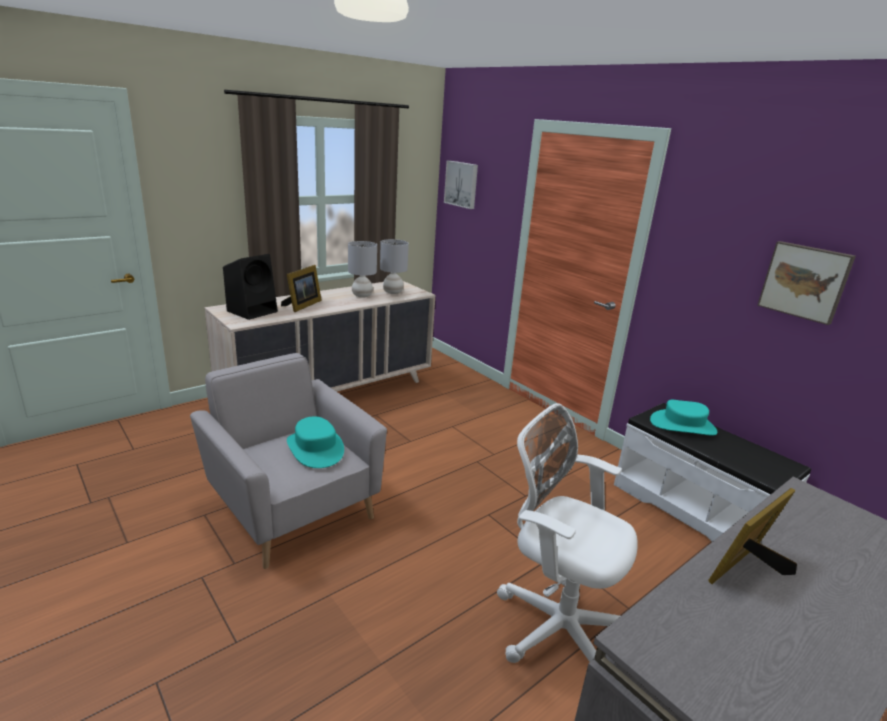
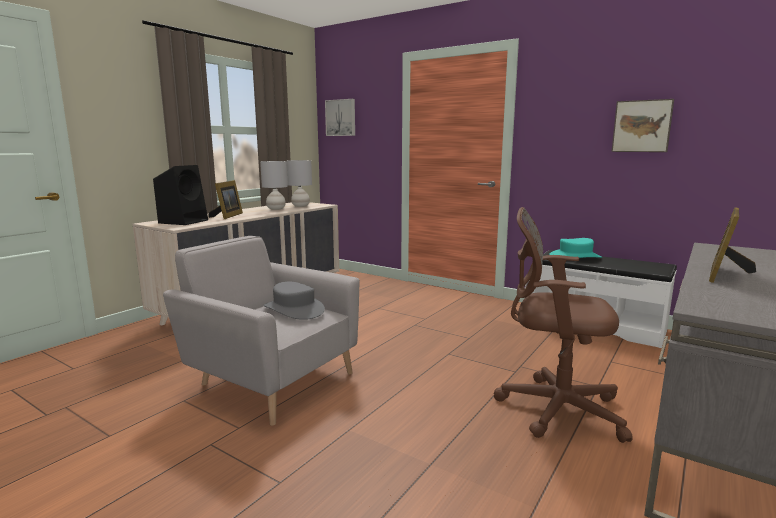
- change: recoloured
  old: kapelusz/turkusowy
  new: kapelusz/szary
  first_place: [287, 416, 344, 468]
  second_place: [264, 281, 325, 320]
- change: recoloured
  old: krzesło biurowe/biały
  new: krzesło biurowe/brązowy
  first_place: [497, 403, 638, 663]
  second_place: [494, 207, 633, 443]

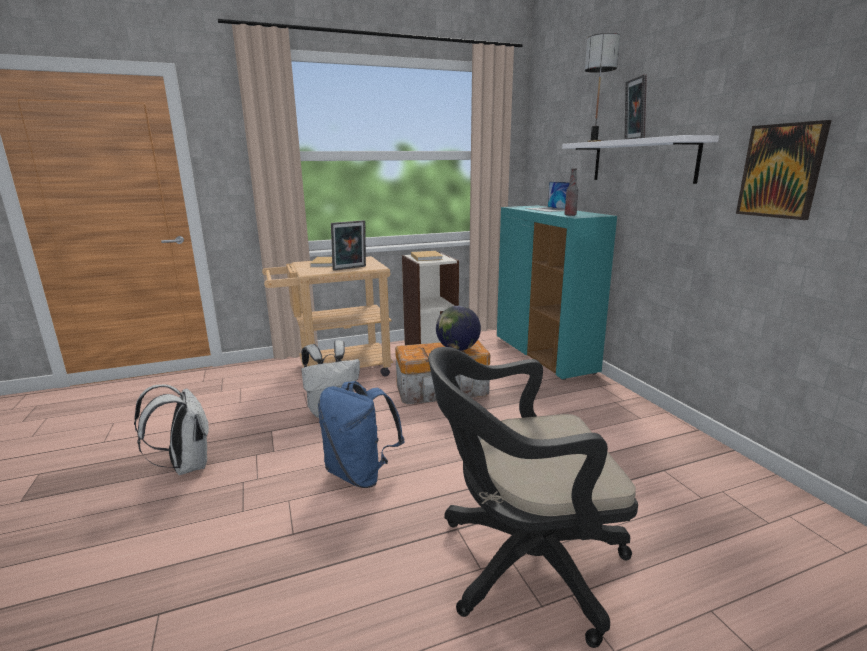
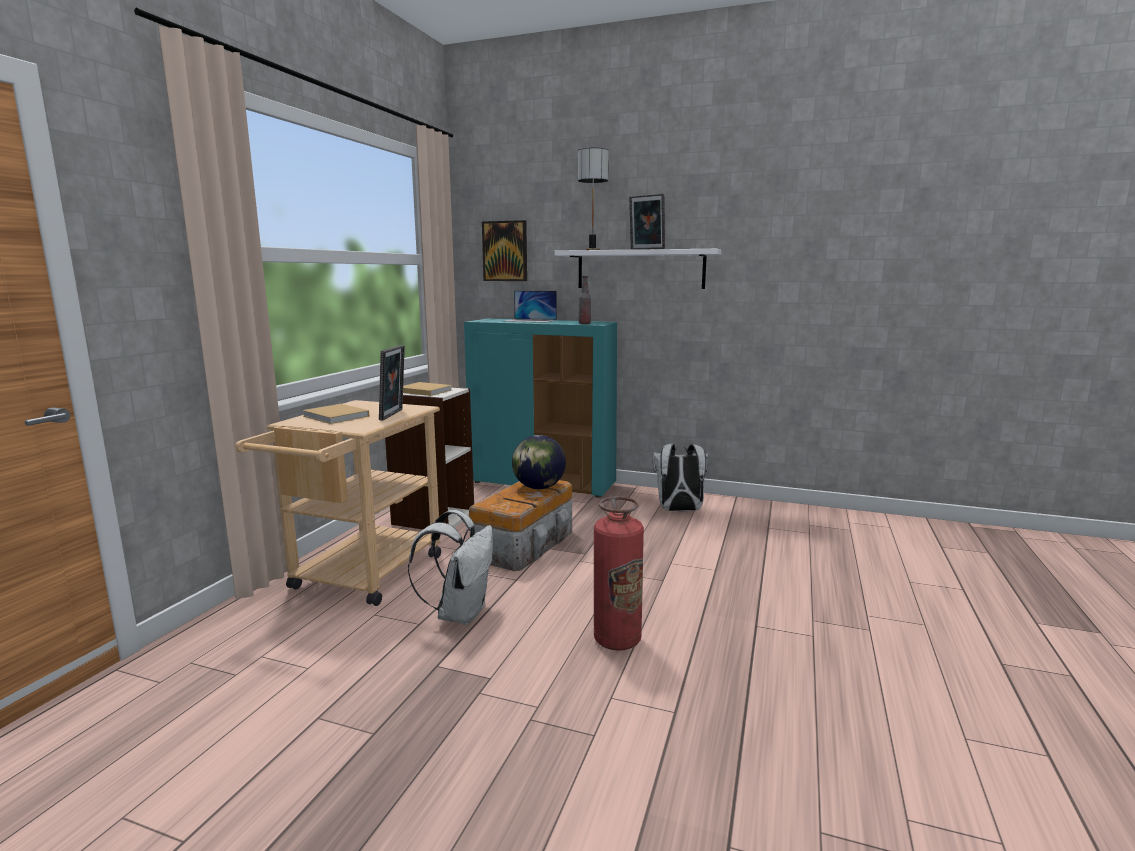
- change: moved
  old: obraz
  first_place: [736, 120, 831, 220]
  second_place: [482, 220, 527, 281]
- change: replaced
  old: plecak/niebieski
  new: gaśnica
  first_place: [318, 381, 404, 488]
  second_place: [594, 496, 644, 651]
- change: moved
  old: plecak/biały
  first_place: [134, 384, 209, 475]
  second_place: [652, 444, 708, 511]
- change: removed
  old: krzesło biurowe/czarny
  first_place: [428, 347, 638, 648]

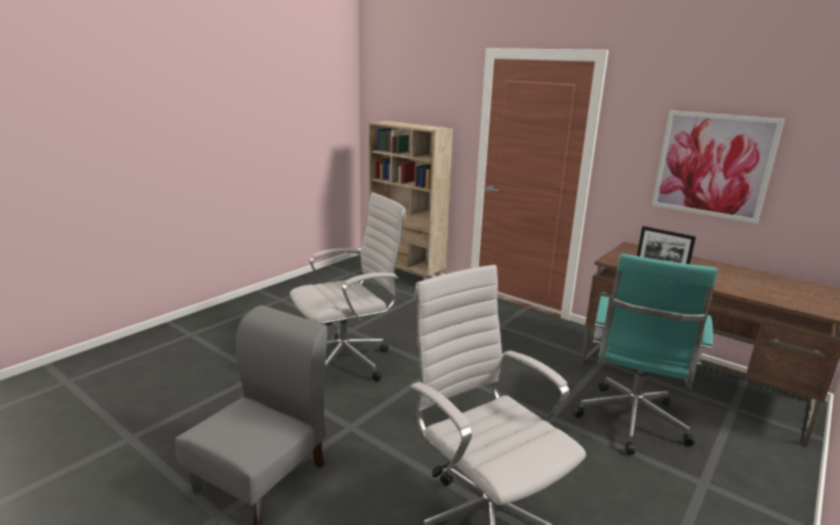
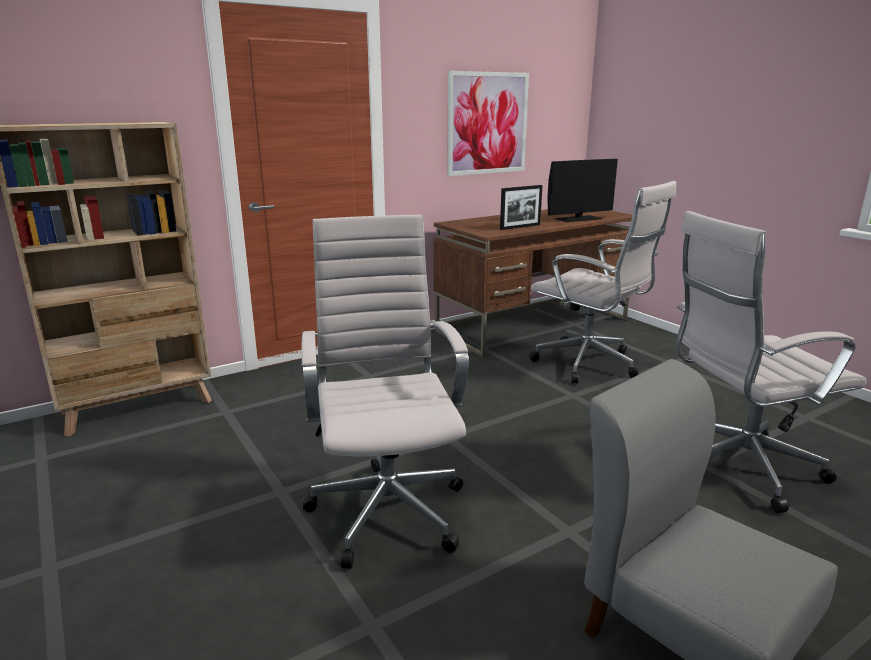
- change: recoloured
  old: krzesło biurowe/turkusowy
  new: krzesło biurowe/biały
  first_place: [573, 253, 717, 455]
  second_place: [529, 181, 677, 384]
- change: added
  new: monitor
  second_place: [548, 159, 618, 222]

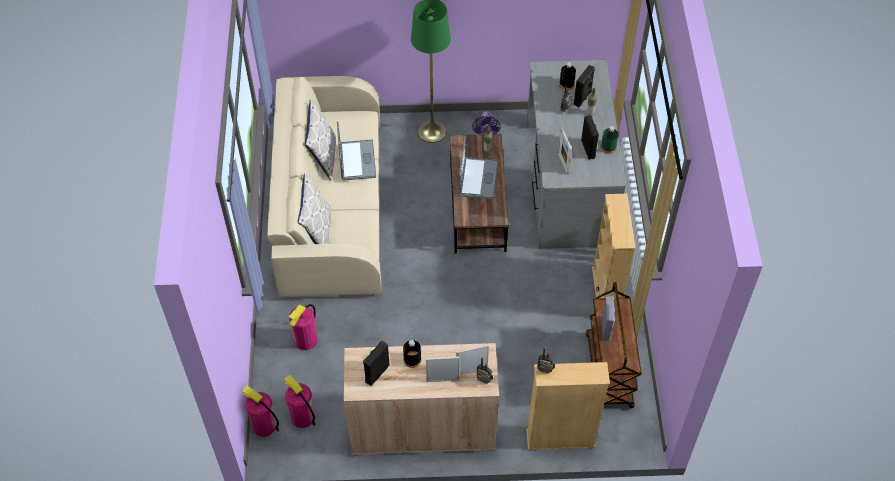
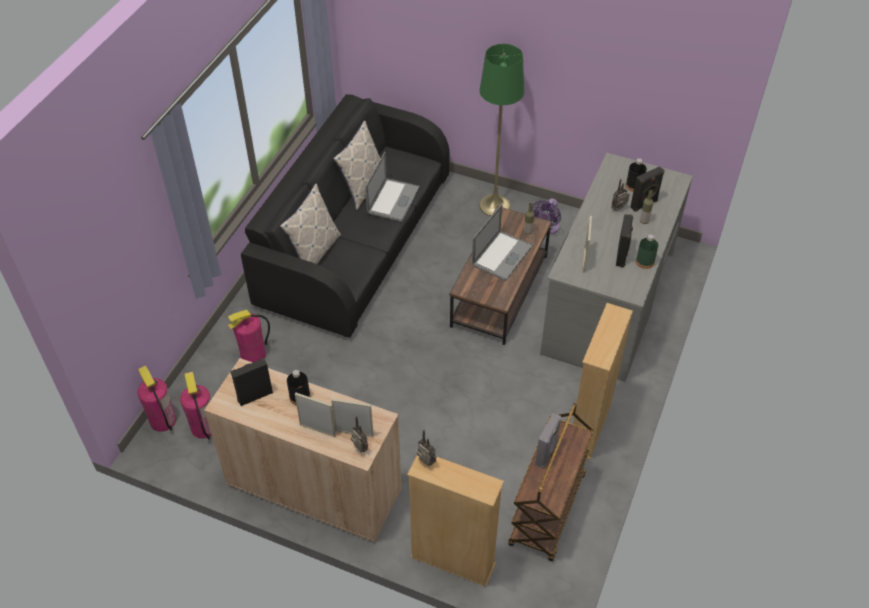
- change: recoloured
  old: kanapa/beżowy
  new: kanapa/czarny
  first_place: [267, 76, 381, 298]
  second_place: [241, 94, 450, 337]

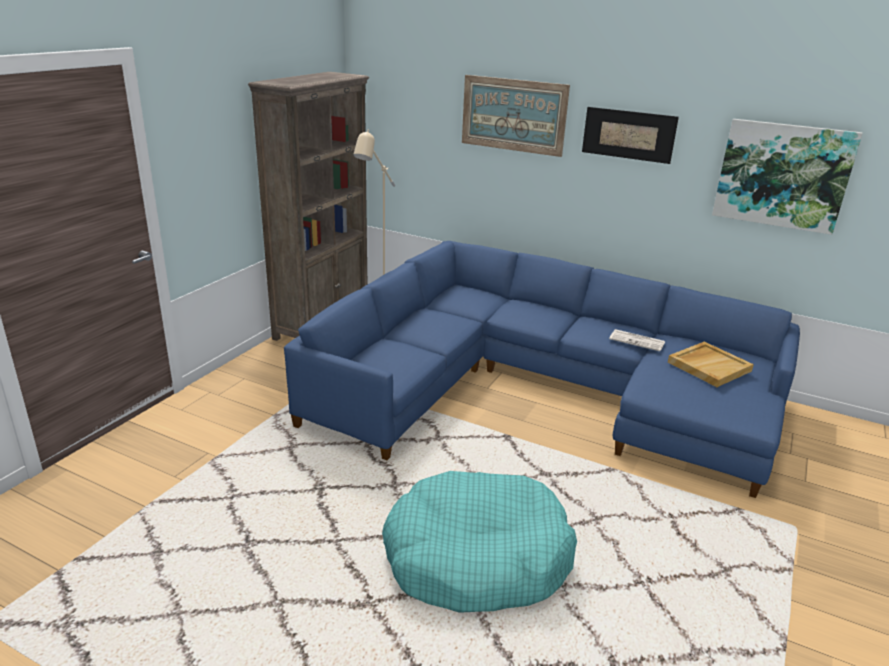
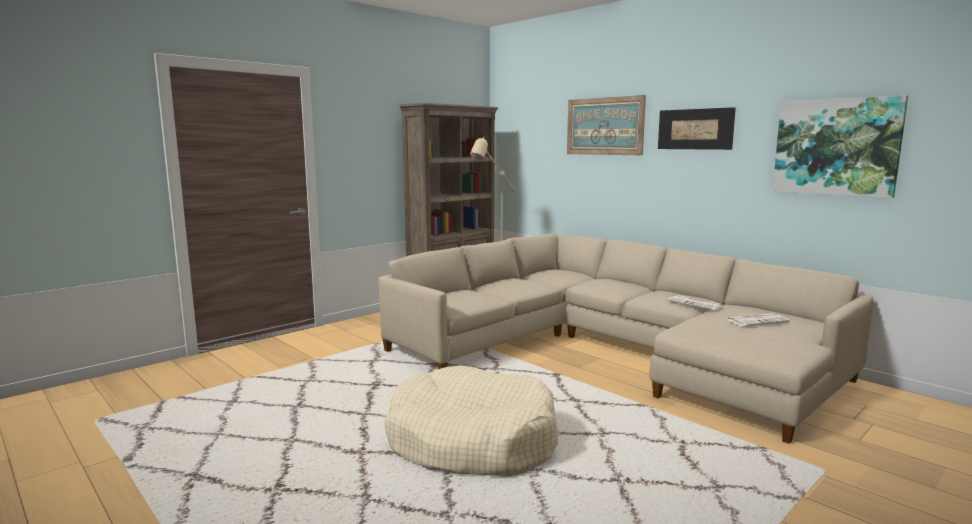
- change: recoloured
  old: kanapa/niebieski
  new: kanapa/beżowy
  first_place: [284, 241, 800, 498]
  second_place: [378, 234, 873, 444]
- change: recoloured
  old: legowisko/turkusowy
  new: legowisko/beżowy
  first_place: [382, 471, 577, 613]
  second_place: [384, 365, 558, 476]
- change: replaced
  old: taca/beżowy
  new: gazeta
  first_place: [668, 342, 754, 387]
  second_place: [725, 313, 790, 327]

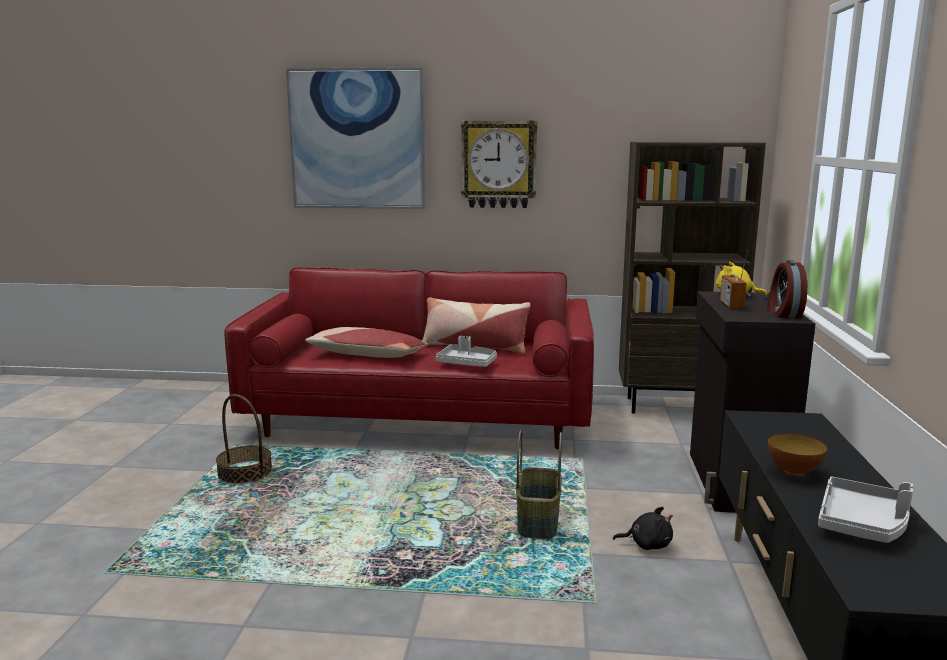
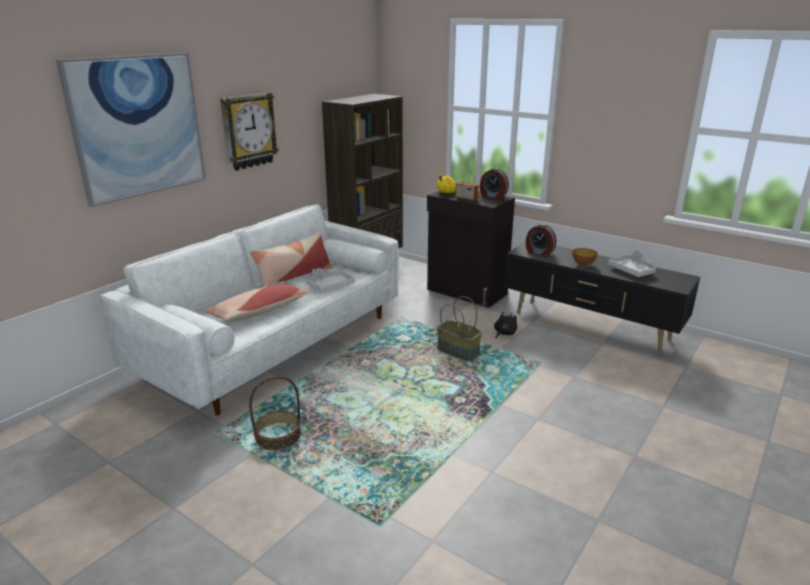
- change: recoloured
  old: kanapa/czerwony
  new: kanapa/biały
  first_place: [224, 267, 594, 449]
  second_place: [98, 204, 399, 416]
- change: added
  new: budzik
  second_place: [526, 224, 556, 257]

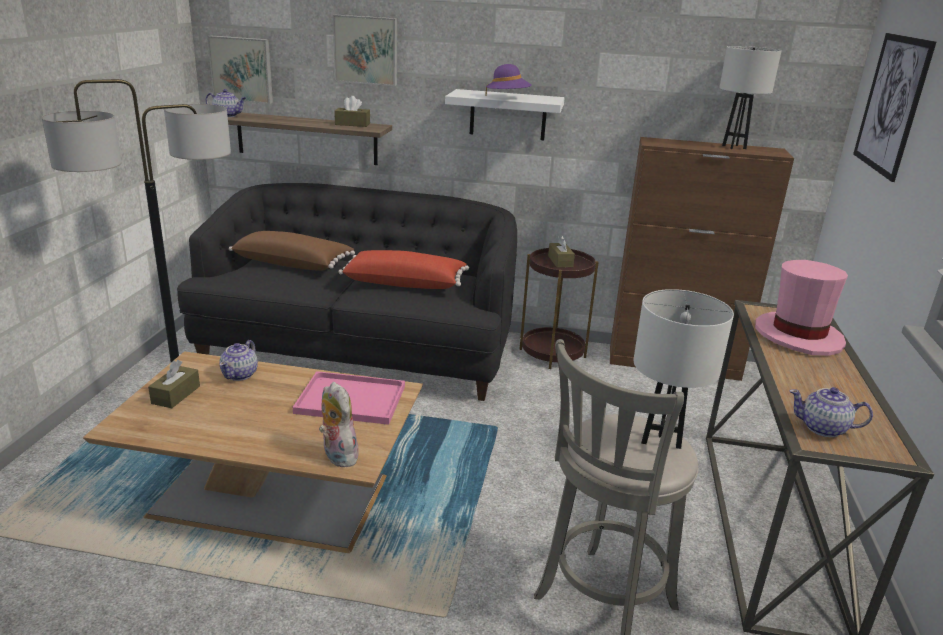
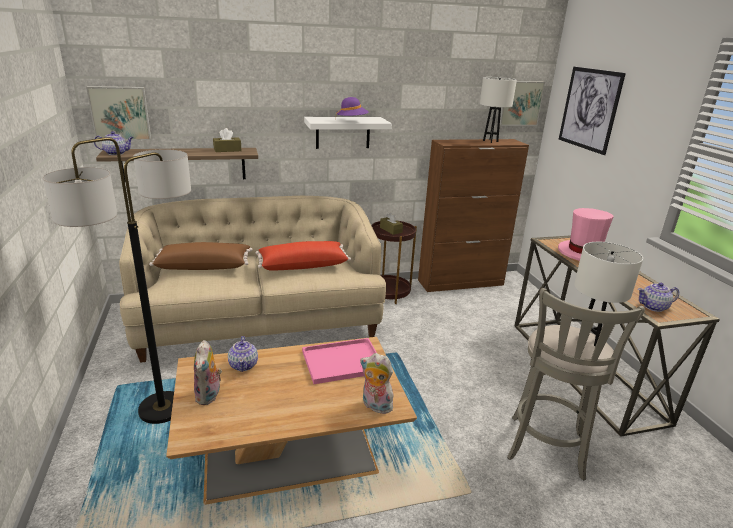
- change: recoloured
  old: kanapa/czarny
  new: kanapa/beżowy
  first_place: [177, 183, 517, 401]
  second_place: [119, 196, 386, 363]
- change: replaced
  old: pudełko chusteczek/brązowy
  new: pluszak
  first_place: [148, 360, 200, 408]
  second_place: [194, 340, 222, 405]
- change: moved
  old: obraz
  first_place: [333, 15, 397, 86]
  second_place: [500, 81, 545, 126]

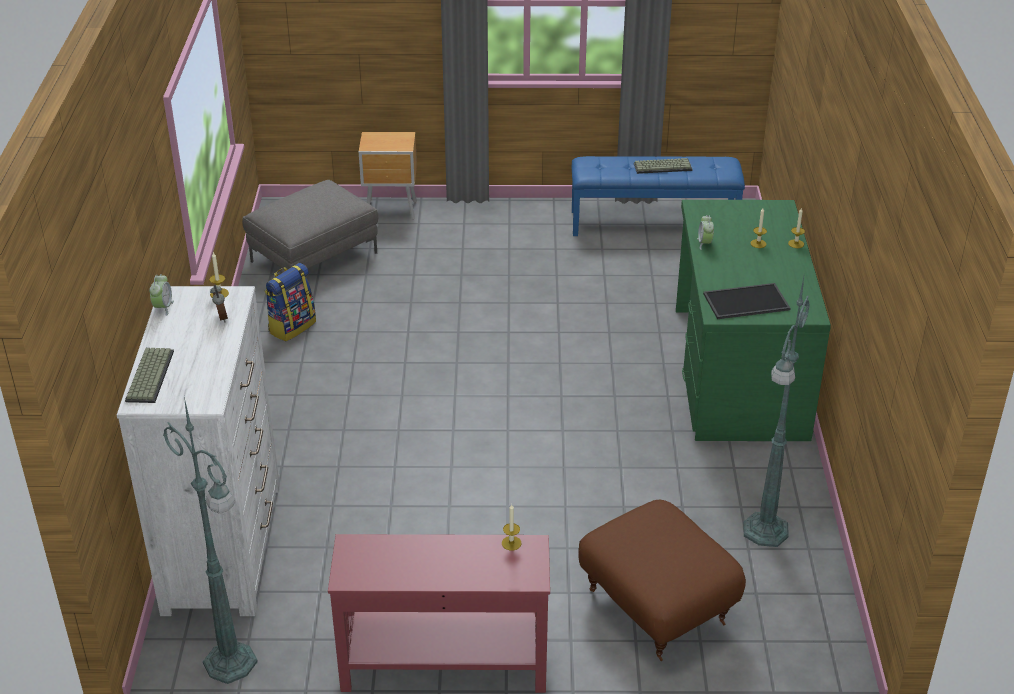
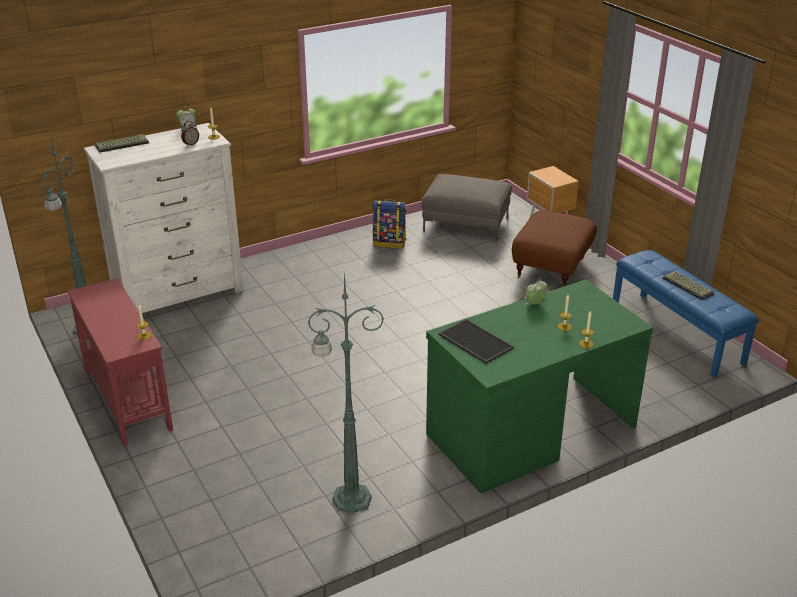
- change: moved
  old: pufa/brązowy
  first_place: [578, 500, 746, 661]
  second_place: [512, 210, 597, 287]

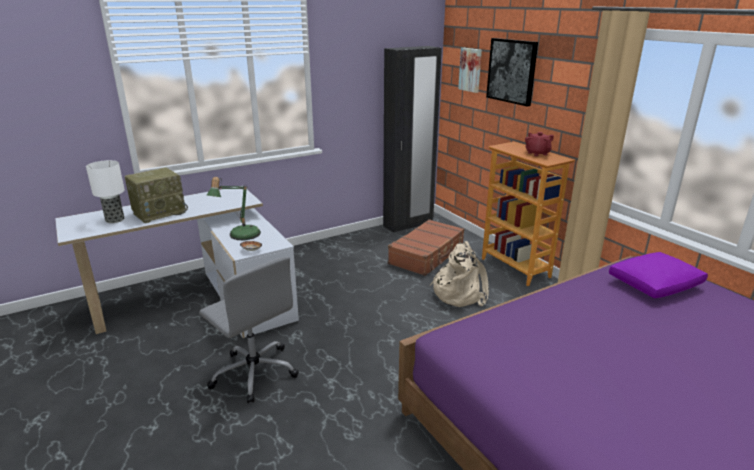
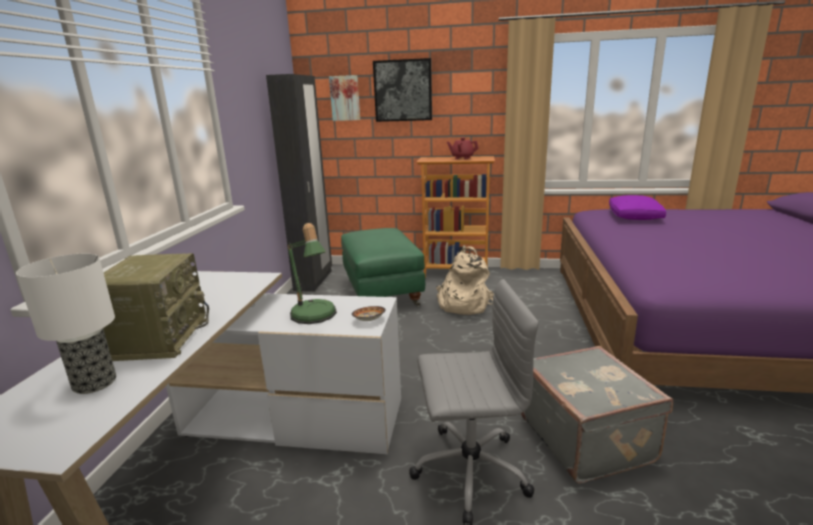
- change: replaced
  old: walizka/brązowy
  new: pufa/zielony
  first_place: [388, 219, 464, 276]
  second_place: [341, 228, 425, 306]
- change: added
  new: walizka/szary
  second_place: [521, 346, 673, 484]

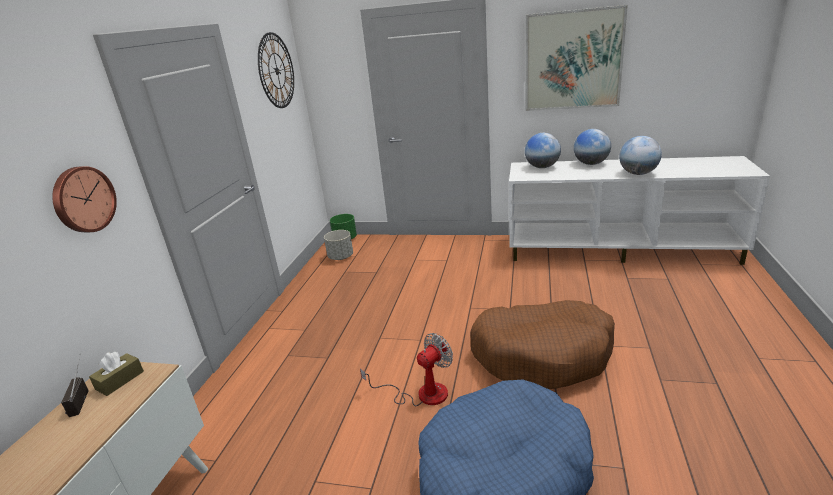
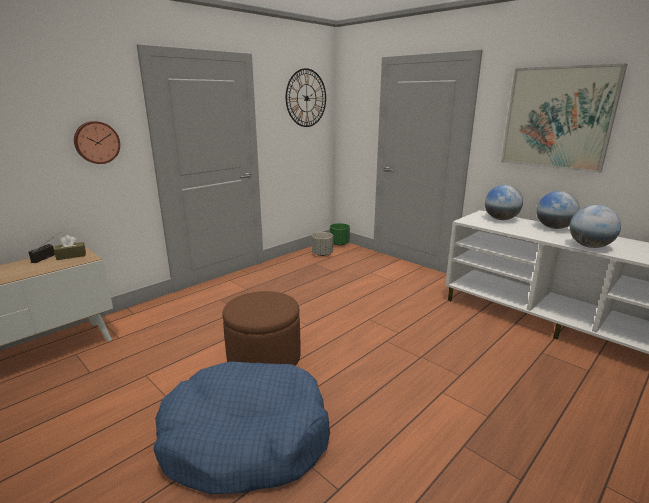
- change: replaced
  old: wentylator
  new: pufa/brązowy
  first_place: [360, 333, 453, 406]
  second_place: [222, 291, 301, 366]
- change: removed
  old: legowisko/brązowy
  first_place: [470, 300, 615, 389]

